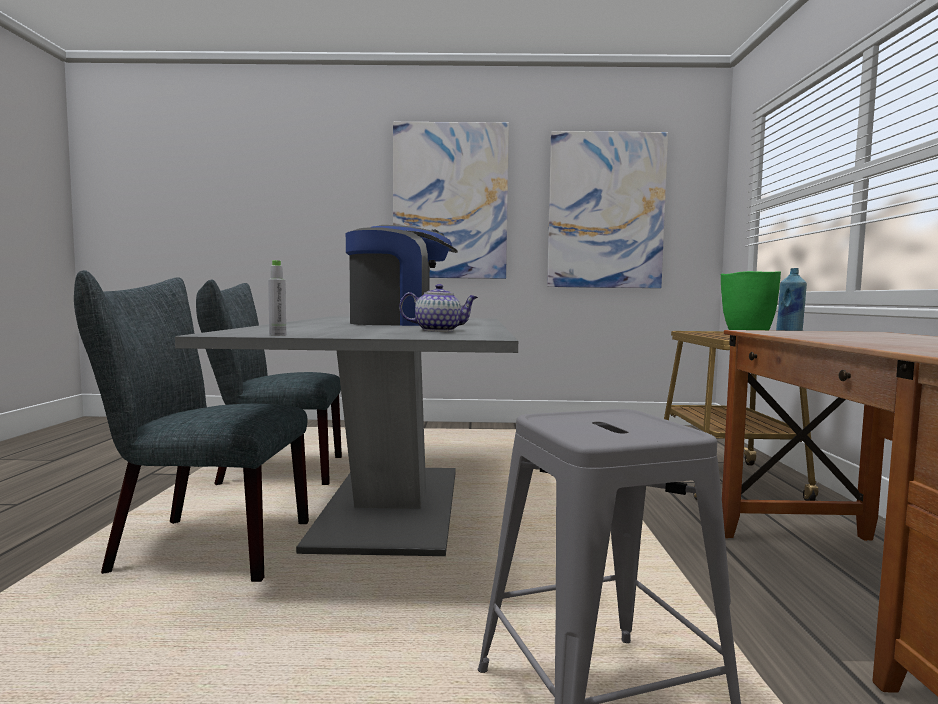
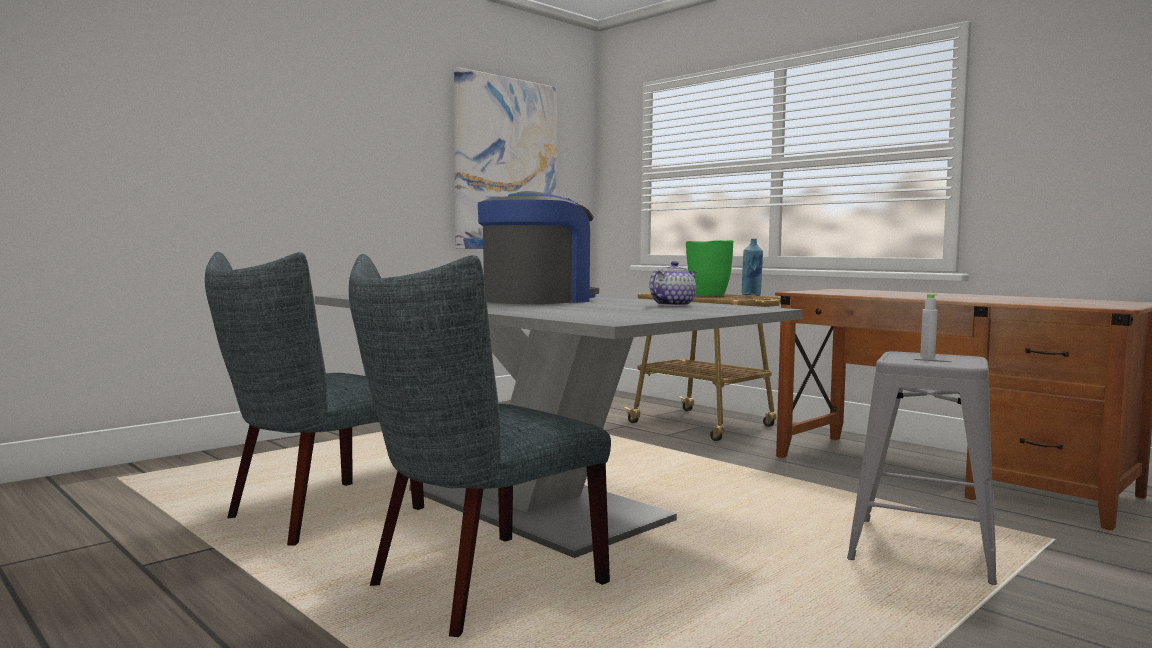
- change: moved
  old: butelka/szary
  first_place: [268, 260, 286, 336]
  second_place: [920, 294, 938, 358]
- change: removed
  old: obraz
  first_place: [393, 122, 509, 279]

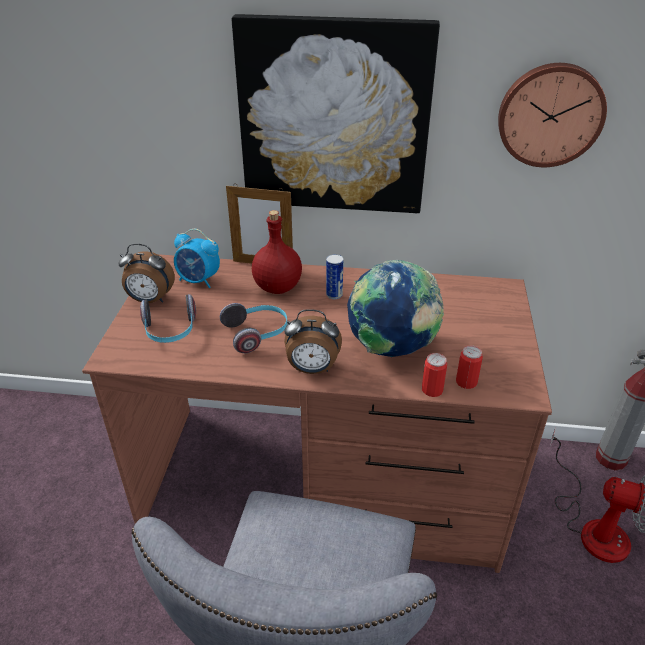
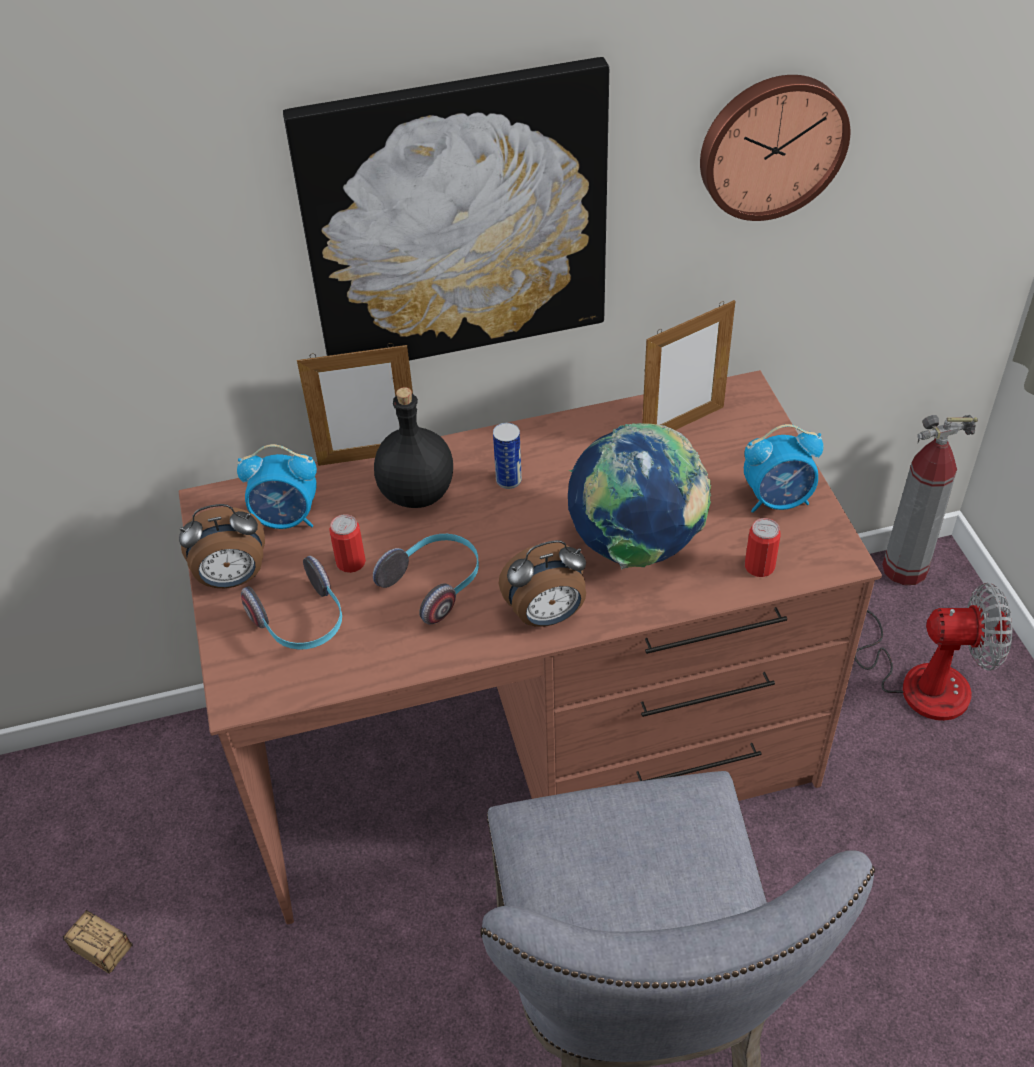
- change: added
  new: pojemnik do przechowywania
  second_place: [63, 910, 164, 974]
- change: moved
  old: puszka
  first_place: [421, 353, 447, 397]
  second_place: [329, 514, 366, 573]
- change: recoloured
  old: butelka/czerwony
  new: butelka/czarny
  first_place: [252, 210, 302, 294]
  second_place: [374, 387, 453, 508]
- change: added
  new: ramka na zdjęcie
  second_place: [642, 300, 735, 430]
- change: added
  new: budzik
  second_place: [744, 424, 823, 513]

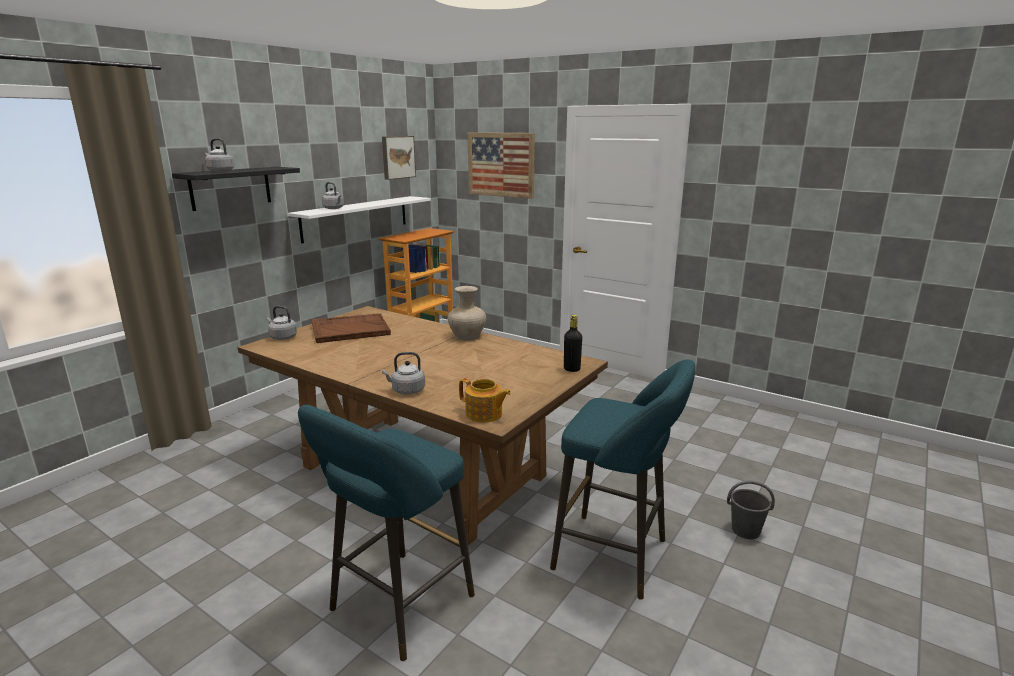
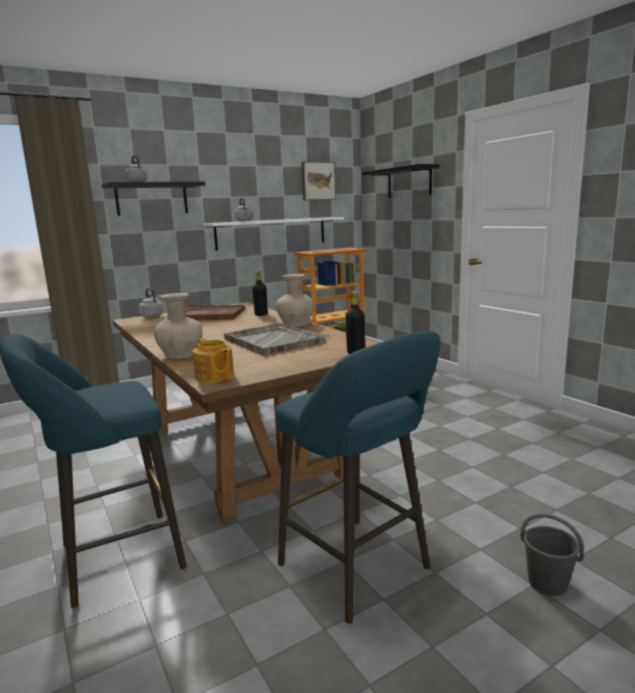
- change: replaced
  old: czajnik/szary
  new: wazon/beżowy
  first_place: [382, 352, 425, 395]
  second_place: [154, 293, 202, 359]
- change: added
  new: taca/szary
  second_place: [224, 323, 325, 355]
- change: added
  new: butelka/czarny
  second_place: [252, 271, 268, 316]
- change: replaced
  old: obraz
  new: półka/czarny
  first_place: [467, 132, 535, 199]
  second_place: [362, 164, 439, 198]

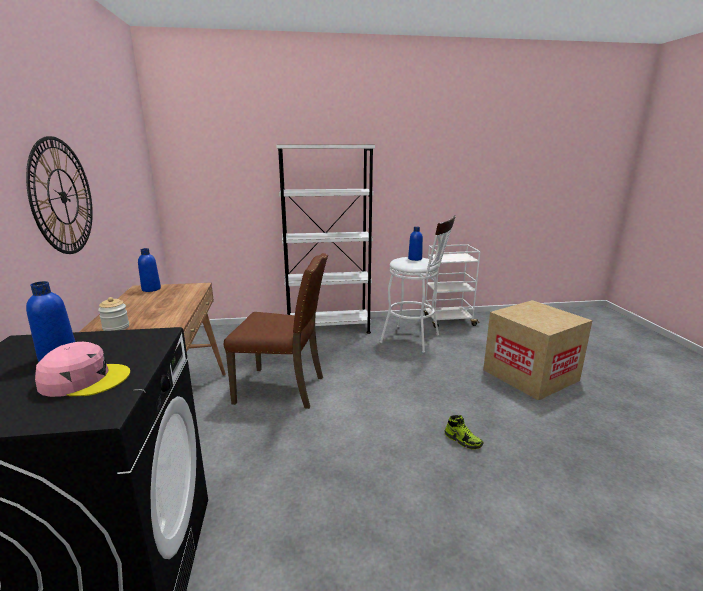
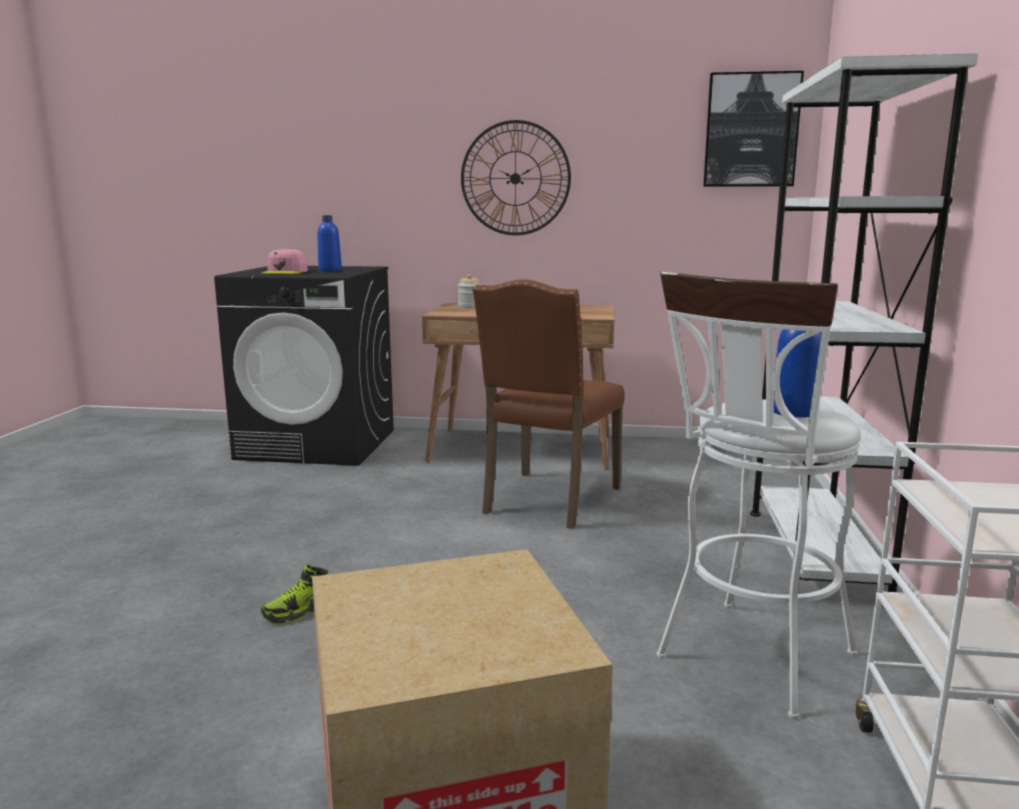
- change: added
  new: obraz
  second_place: [703, 71, 804, 187]
- change: removed
  old: butelka/niebieski
  first_place: [138, 248, 161, 292]

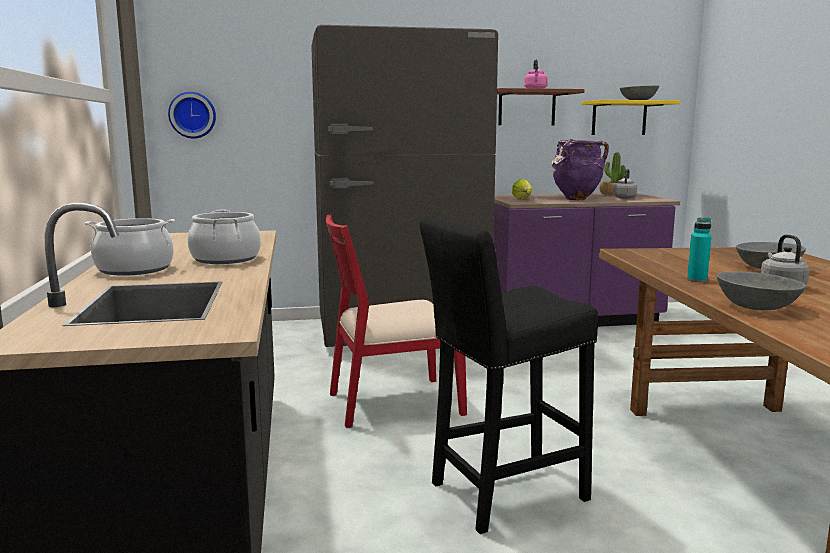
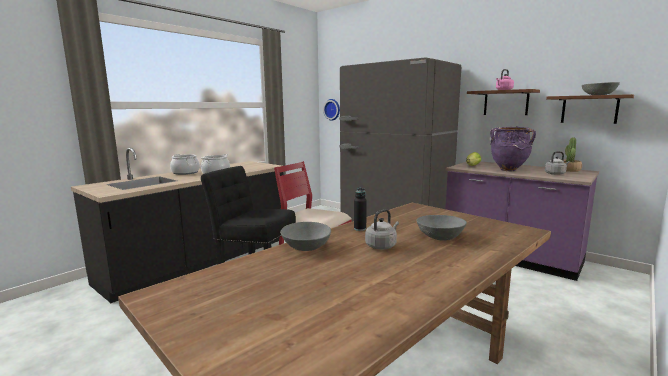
- change: recoloured
  old: butelka/turkusowy
  new: butelka/czarny
  first_place: [687, 217, 712, 282]
  second_place: [354, 188, 367, 231]
- change: recoloured
  old: półka/żółty
  new: półka/brązowy
  first_place: [582, 100, 680, 135]
  second_place: [546, 94, 634, 124]

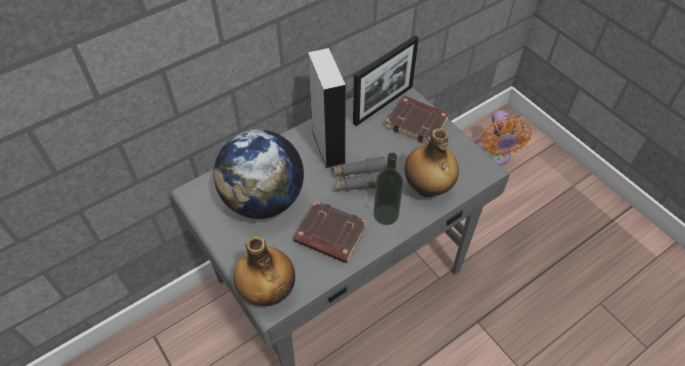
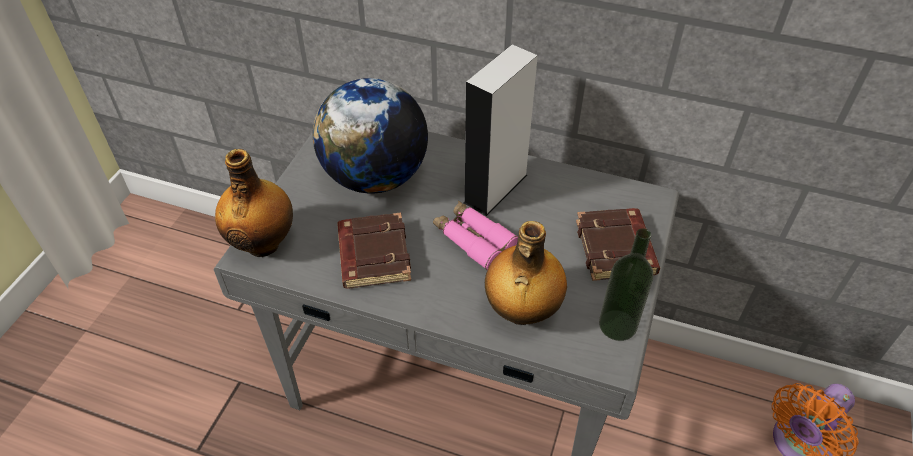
- change: recoloured
  old: lornetka/szary
  new: lornetka/różowy
  first_place: [331, 156, 387, 191]
  second_place: [433, 201, 518, 270]
- change: moved
  old: butelka
  first_place: [374, 152, 403, 225]
  second_place: [599, 228, 653, 341]
- change: removed
  old: ramka na zdjęcie
  first_place: [353, 35, 419, 126]

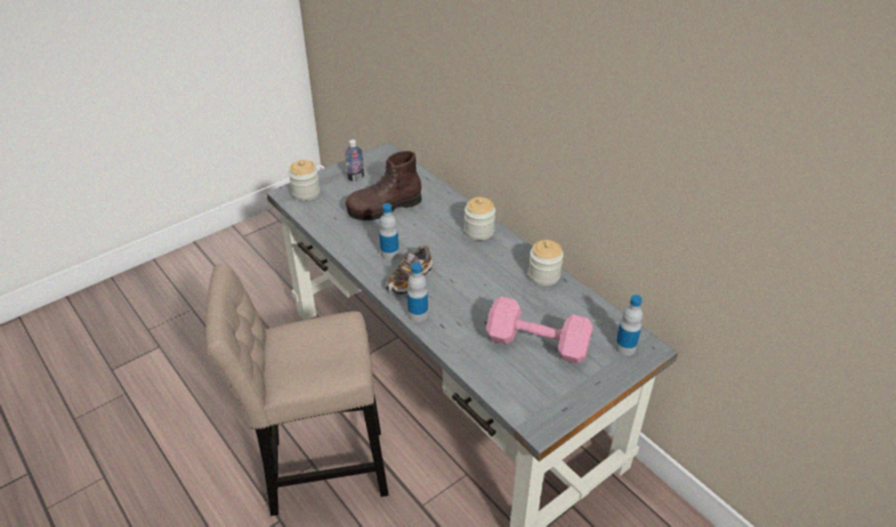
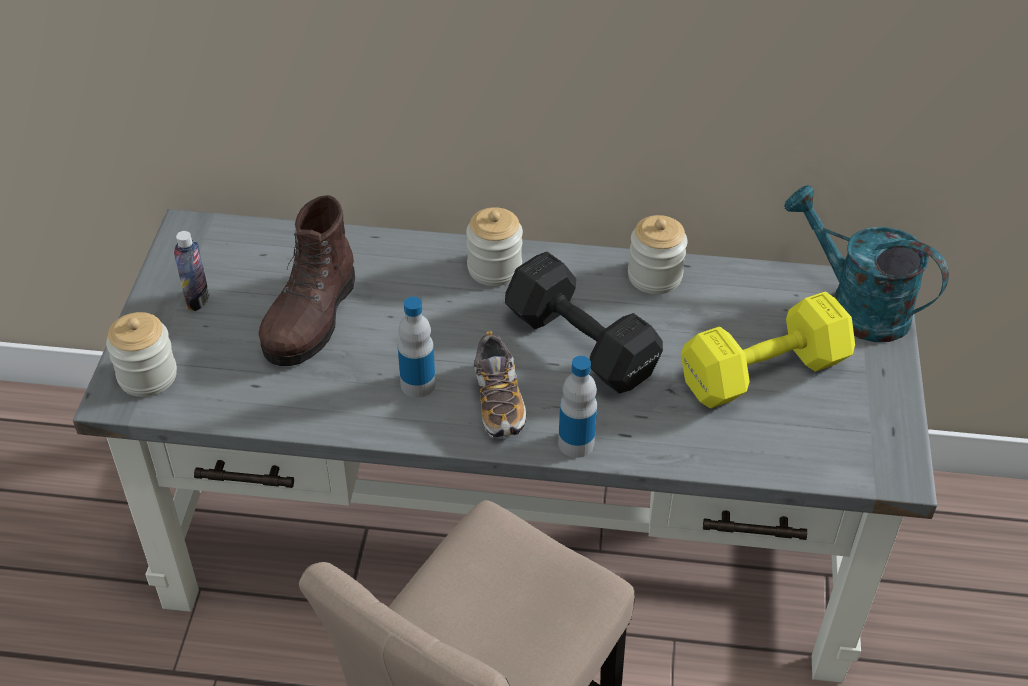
- change: added
  new: hantel/czarny
  second_place: [505, 252, 663, 394]
- change: recoloured
  old: hantel/różowy
  new: hantel/żółty
  first_place: [486, 296, 593, 364]
  second_place: [681, 292, 855, 408]
- change: replaced
  old: butelka
  new: konewka/turkusowy
  first_place: [615, 295, 643, 356]
  second_place: [784, 185, 949, 342]

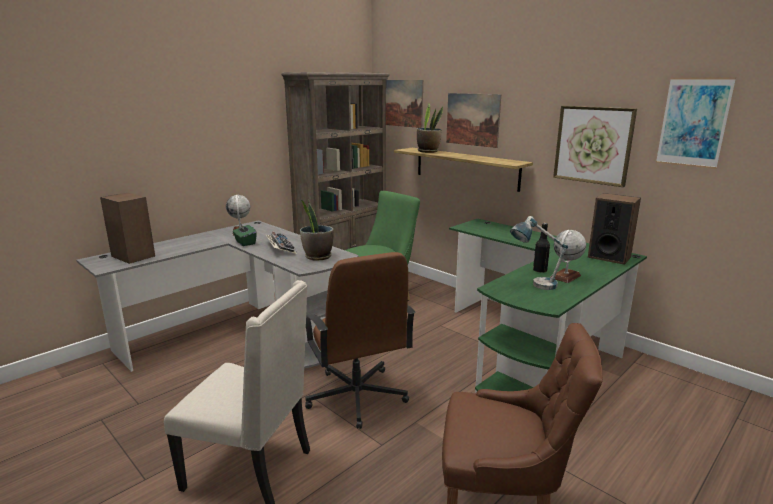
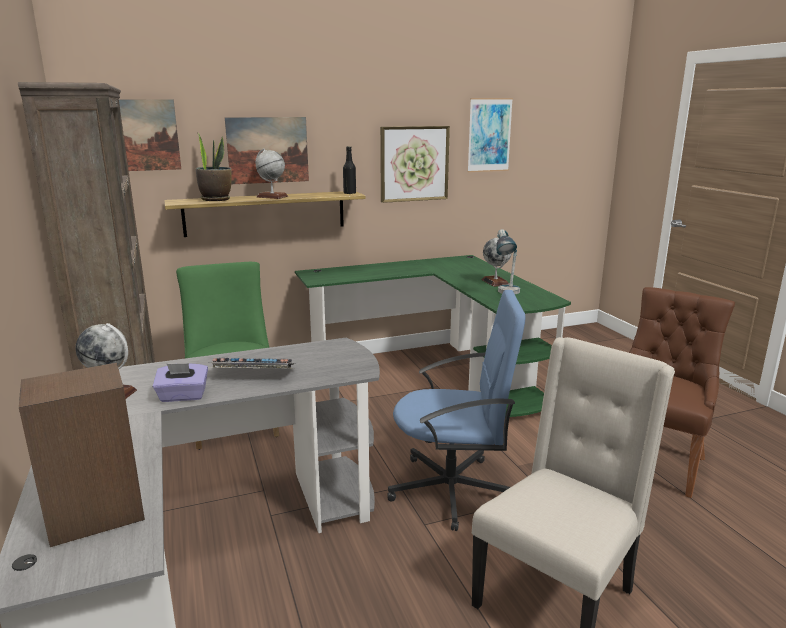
- change: recoloured
  old: pudełko chusteczek/zielony
  new: pudełko chusteczek/fioletowy
  first_place: [233, 223, 257, 246]
  second_place: [153, 363, 208, 402]
- change: added
  new: globus
  second_place: [256, 148, 288, 199]
- change: moved
  old: butelka/czarny
  first_place: [533, 223, 550, 273]
  second_place: [343, 146, 356, 194]
- change: recoloured
  old: krzesło biurowe/brązowy
  new: krzesło biurowe/niebieski
  first_place: [305, 252, 416, 429]
  second_place: [387, 290, 526, 531]
- change: removed
  old: roślina doniczkowa
  first_place: [300, 199, 334, 261]
- change: removed
  old: głośnik
  first_place: [588, 193, 641, 265]

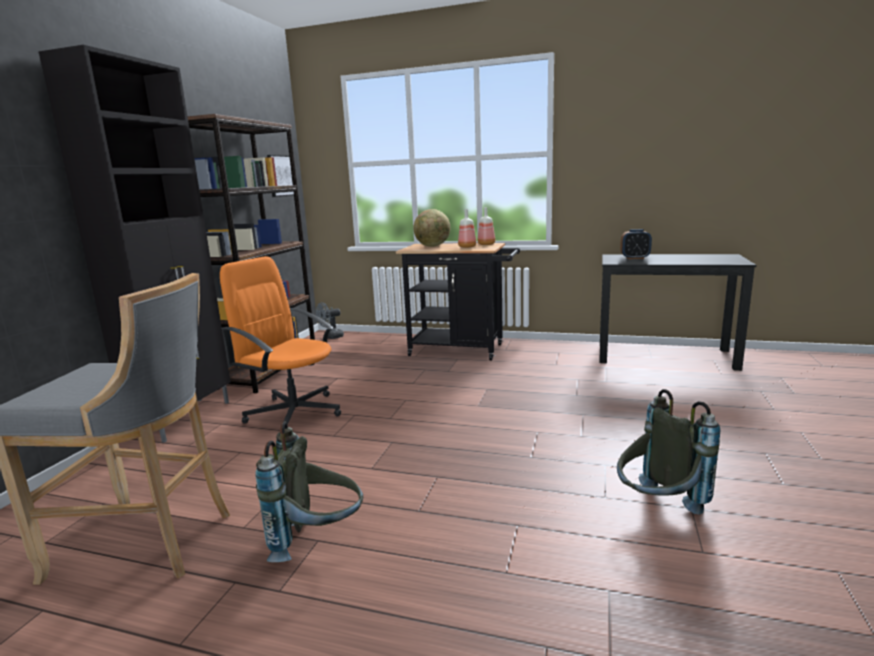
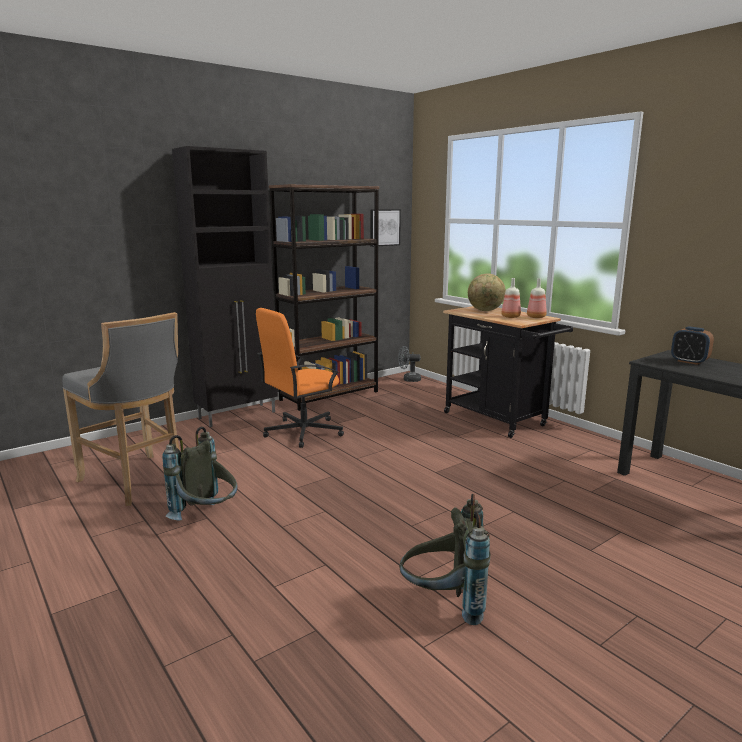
- change: turned
  old: krzesło biurowe/pomarańczowy
  first_place: [220, 256, 341, 425]
  second_place: [256, 308, 344, 448]
  degrees: -105

